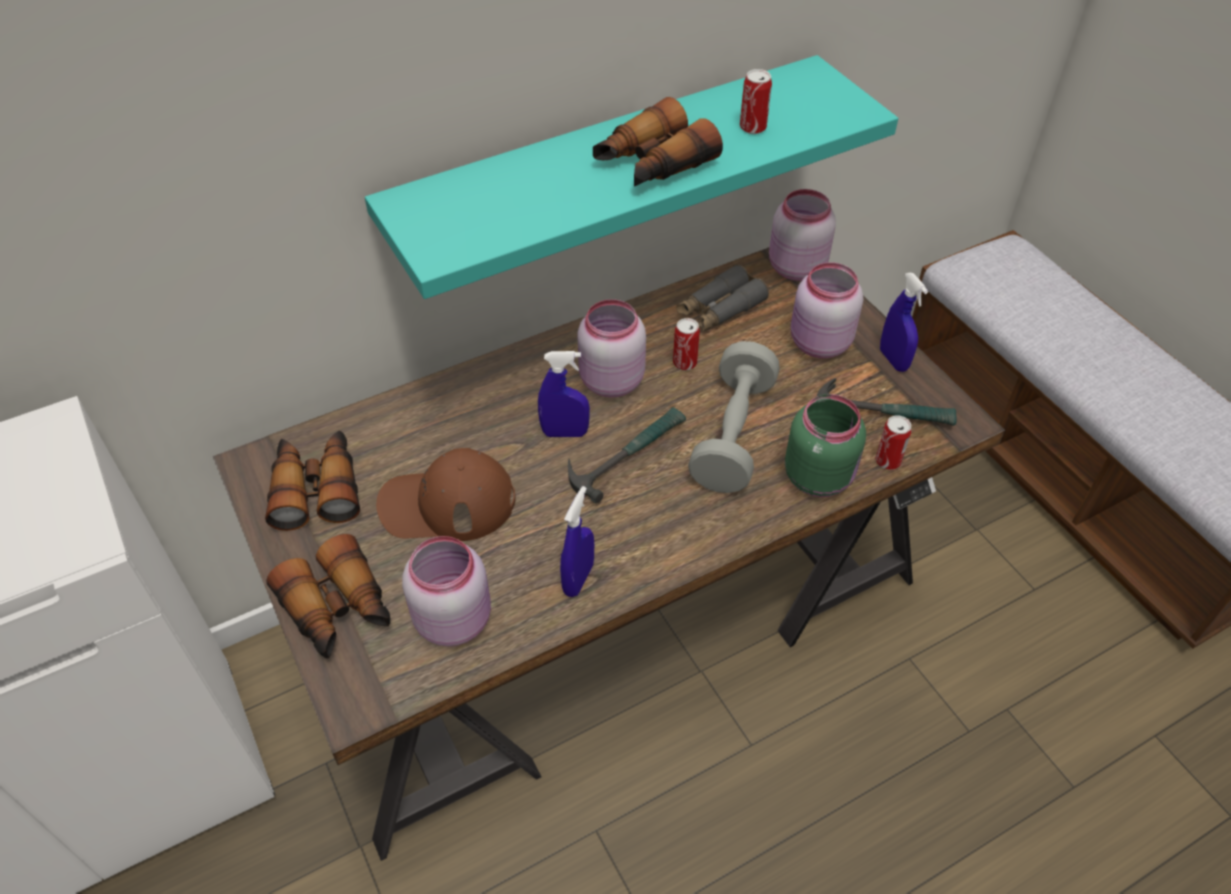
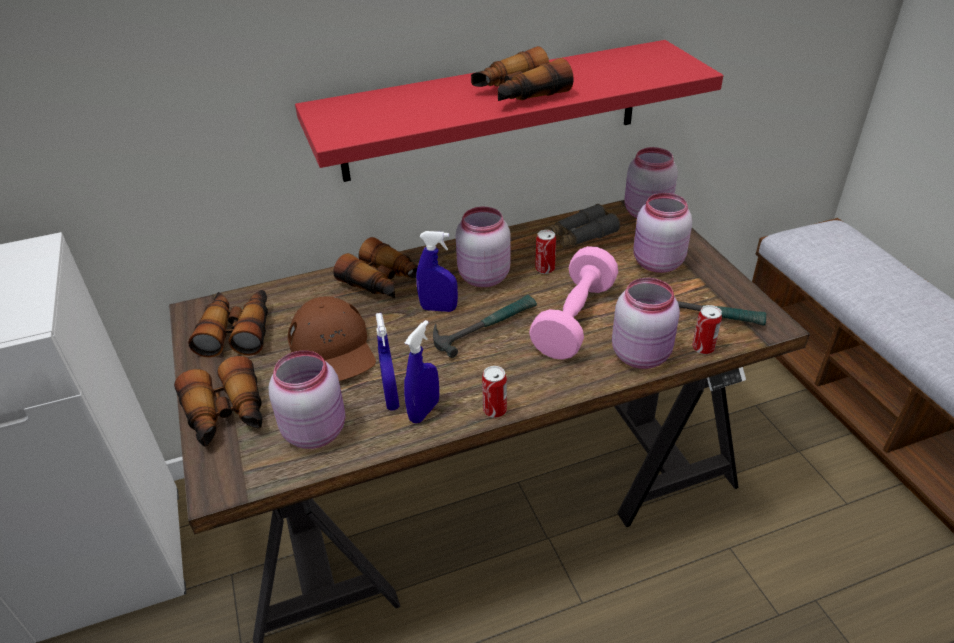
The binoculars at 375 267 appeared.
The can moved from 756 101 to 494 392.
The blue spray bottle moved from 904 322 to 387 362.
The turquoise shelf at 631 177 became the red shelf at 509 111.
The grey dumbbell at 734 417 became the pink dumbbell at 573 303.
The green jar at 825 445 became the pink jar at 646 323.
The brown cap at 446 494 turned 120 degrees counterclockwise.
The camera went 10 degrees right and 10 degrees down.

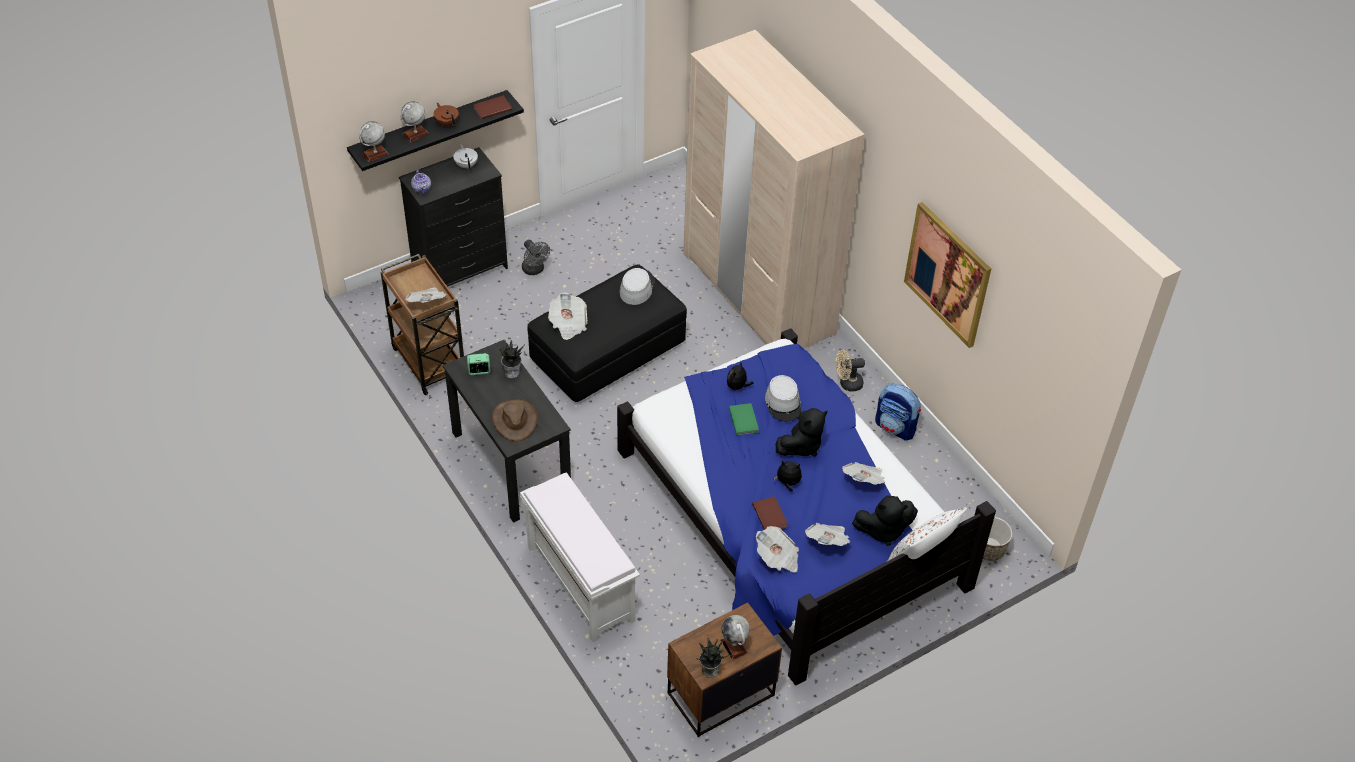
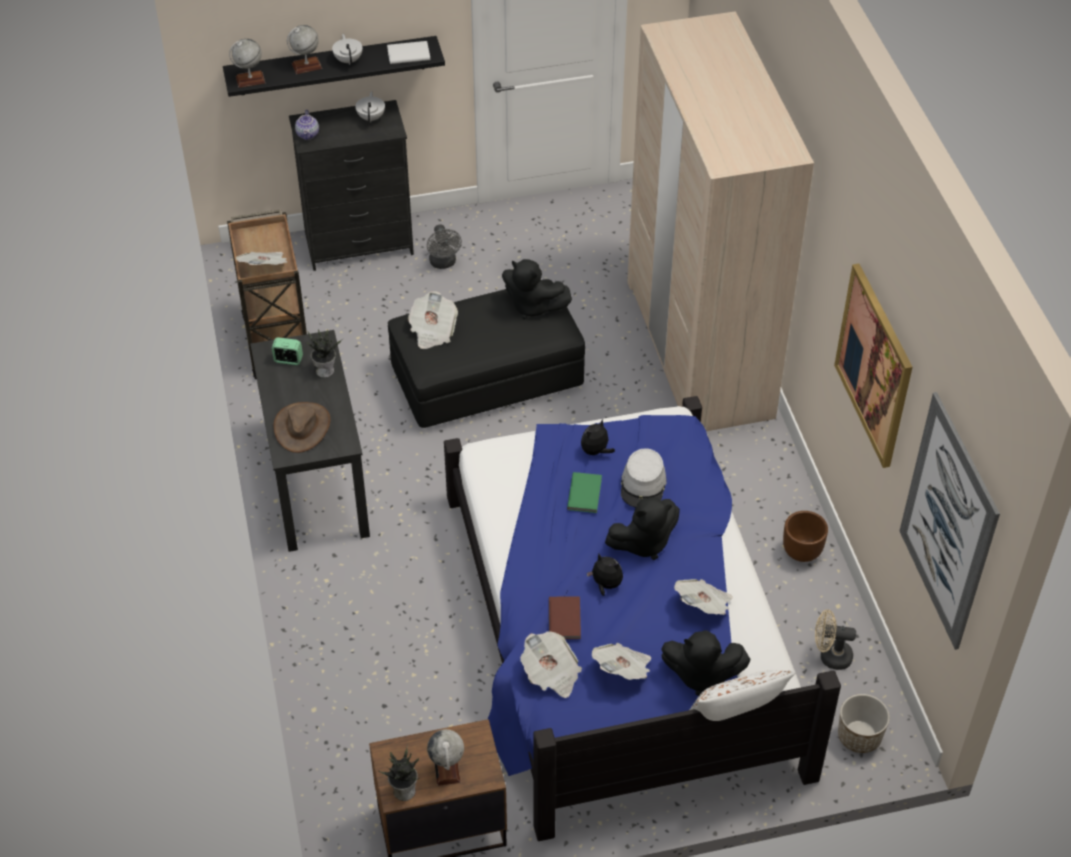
The white bench at 580 557 disappeared.
The picture at 950 521 appeared.
The beige fan moved from 850 370 to 835 639.
The grey hat at 637 286 was replaced by the black plush toy at 537 289.
The backpack at 898 412 was replaced by the brown planter at 805 536.
The brown teapot at 446 114 became the white teapot at 347 49.
The brown book at 492 107 became the white book at 408 52.
The camera went 20 degrees right and 0 degrees up.

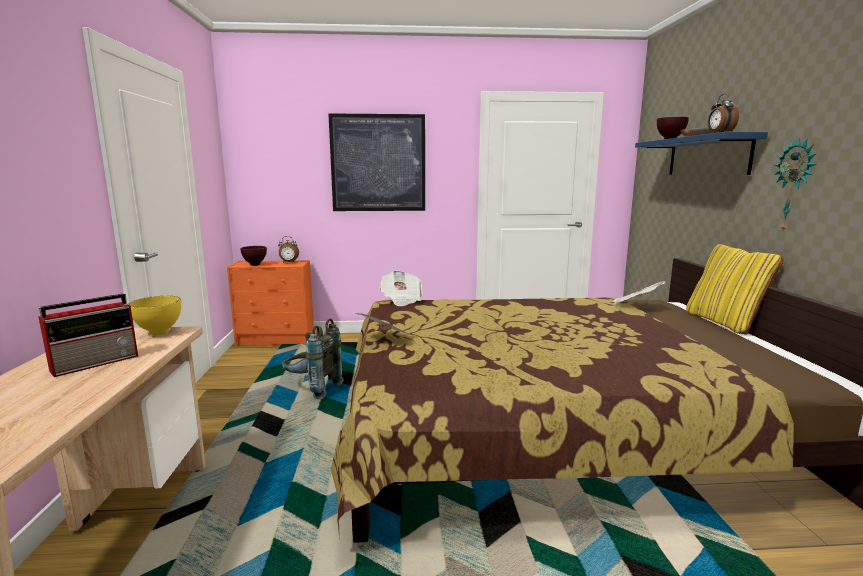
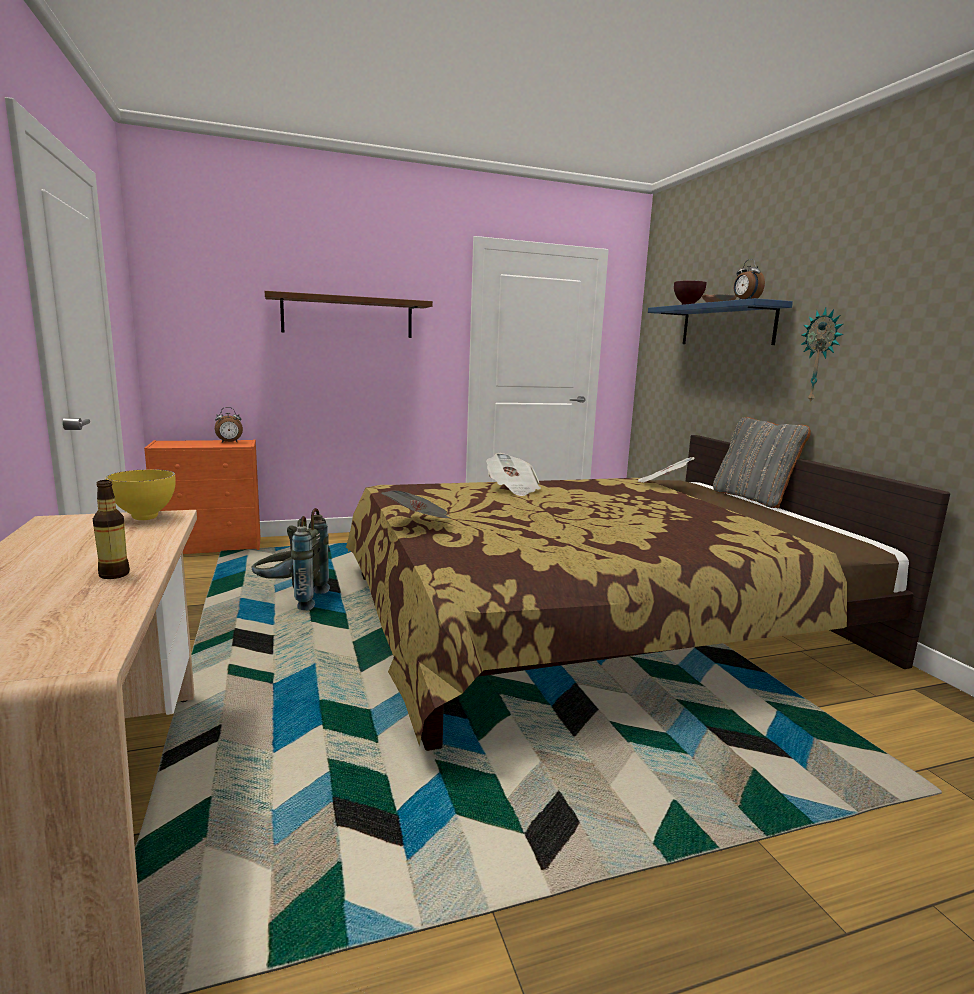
The radio at 88 335 disappeared.
The brown bowl at 254 256 disappeared.
The bottle at 111 529 appeared.
The newspaper moved from 401 288 to 513 474.
The picture at 376 162 was replaced by the brown shelf at 349 314.
The yellow pillow at 734 289 became the grey pillow at 762 463.
The camera went 15 degrees left and 0 degrees up.

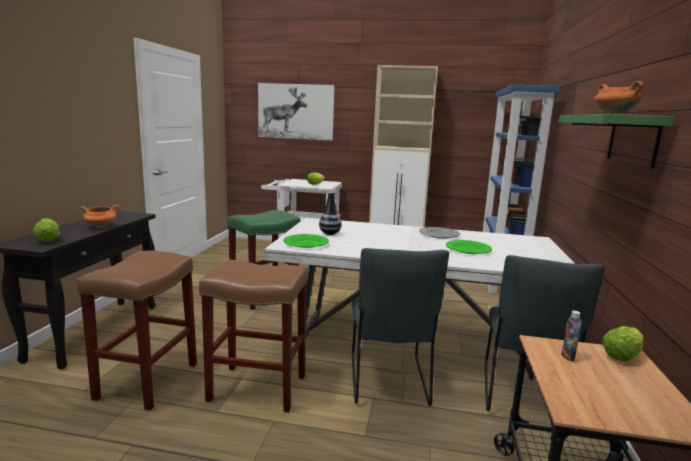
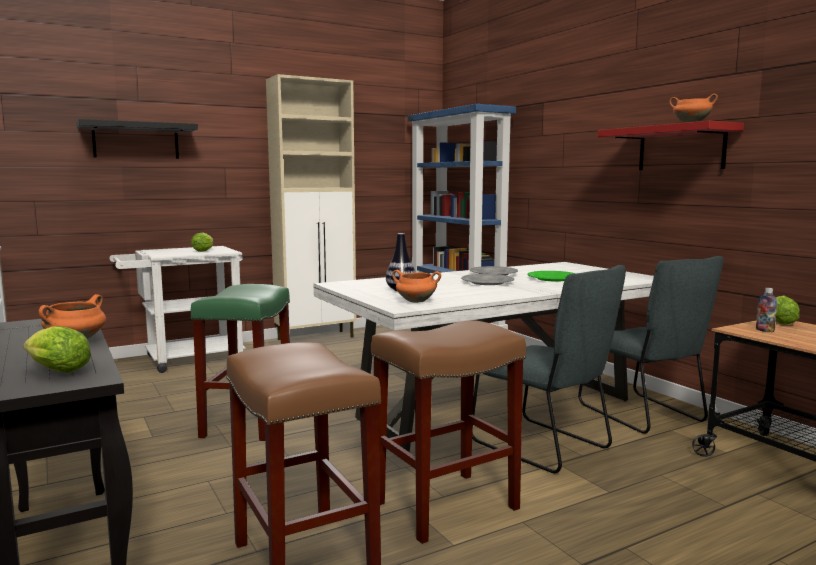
The grey plate at 487 279 appeared.
The picture at 296 111 was replaced by the black shelf at 137 139.
The green plate at 306 241 was replaced by the orange cooking pot at 416 286.
The green shelf at 616 141 became the red shelf at 671 145.
The camera went 40 degrees left and 5 degrees down.

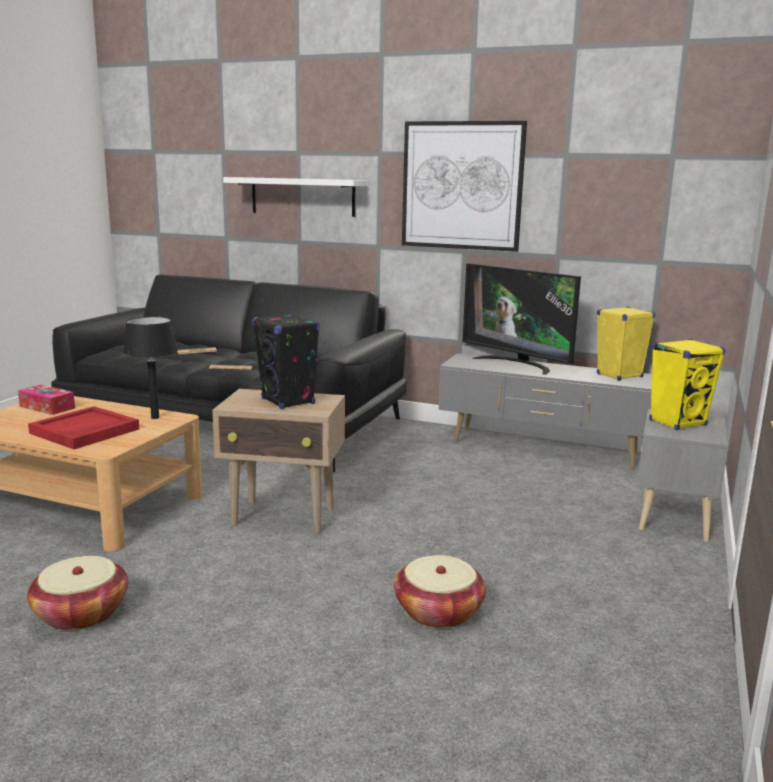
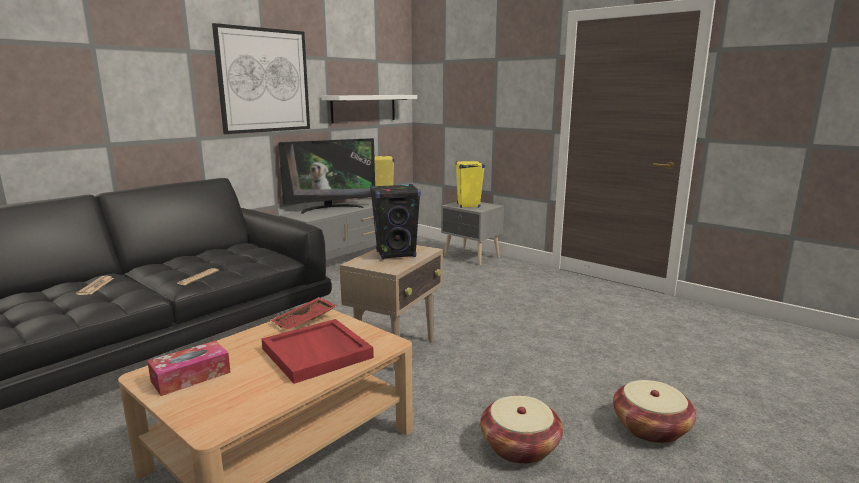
The white shelf moved from 295 197 to 369 109.
The basket moved from 440 591 to 654 412.
The black table lamp at 150 368 was replaced by the red tray at 304 313.
The camera went 70 degrees left and 0 degrees up.

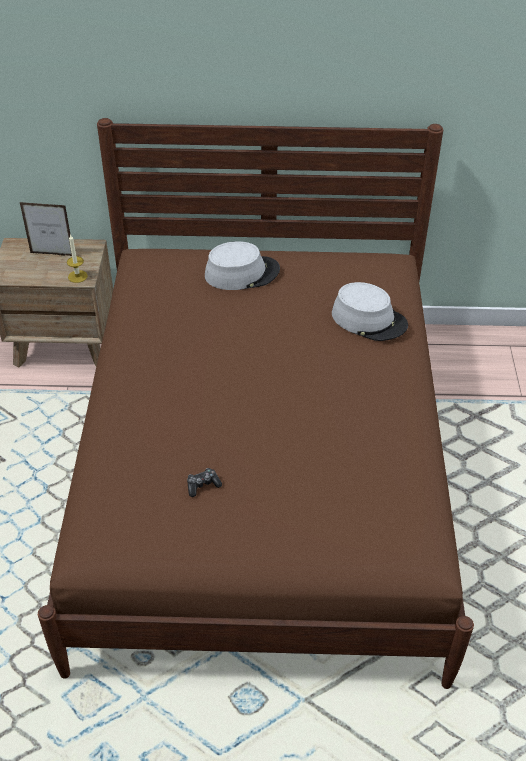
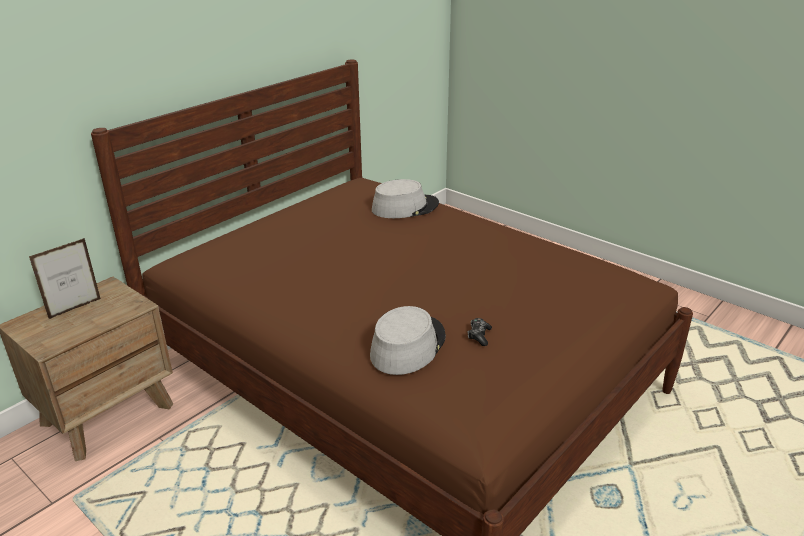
The candle at 77 258 disappeared.
The grey hat moved from 242 265 to 408 340.
The camera went 50 degrees left and 15 degrees down.

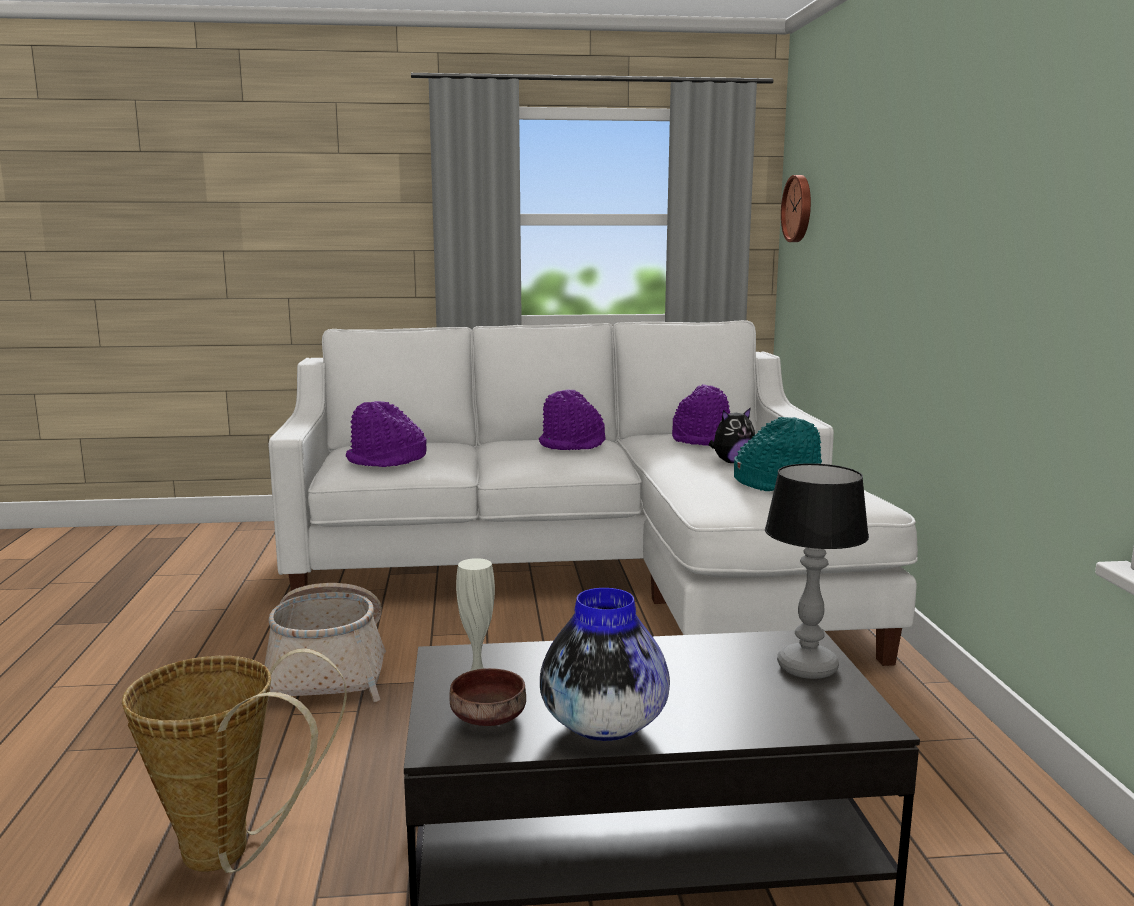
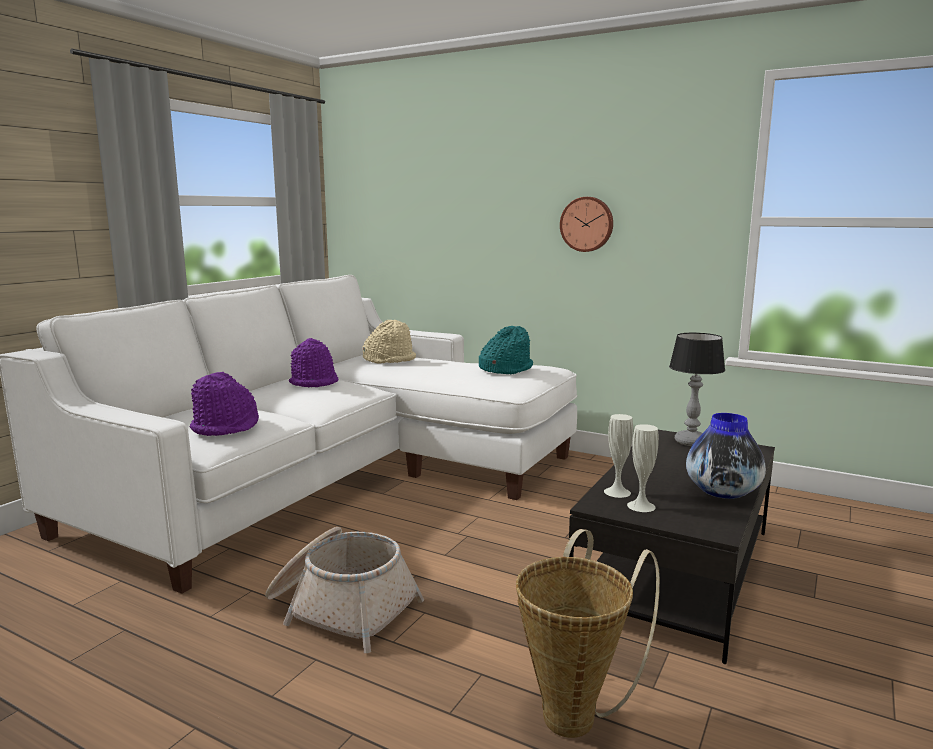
The brown bowl at 487 697 disappeared.
The plush toy at 732 435 disappeared.
The white vase at 618 456 appeared.
The wall clock moved from 796 208 to 586 224.
The purple hat at 701 415 became the beige hat at 389 342.
The camera went 55 degrees left and 0 degrees up.

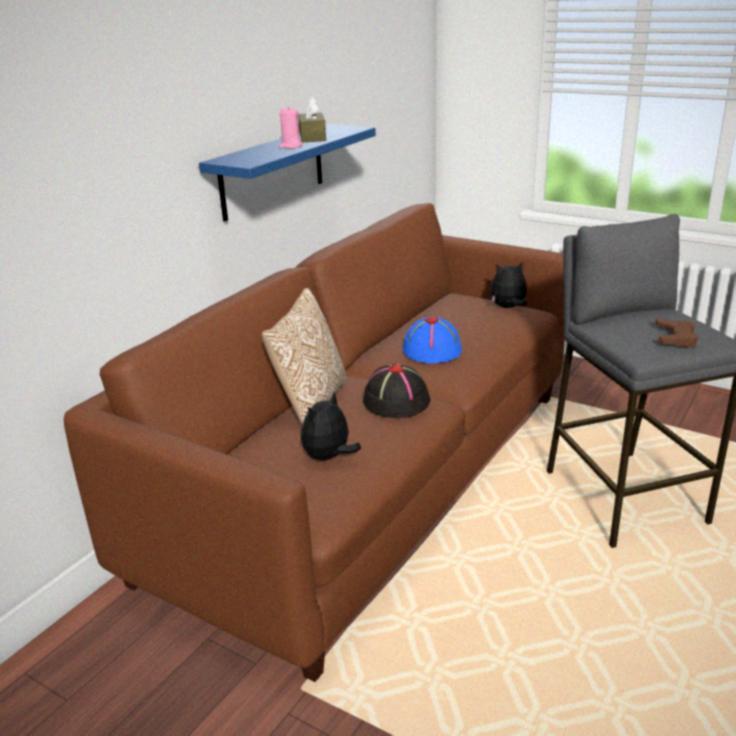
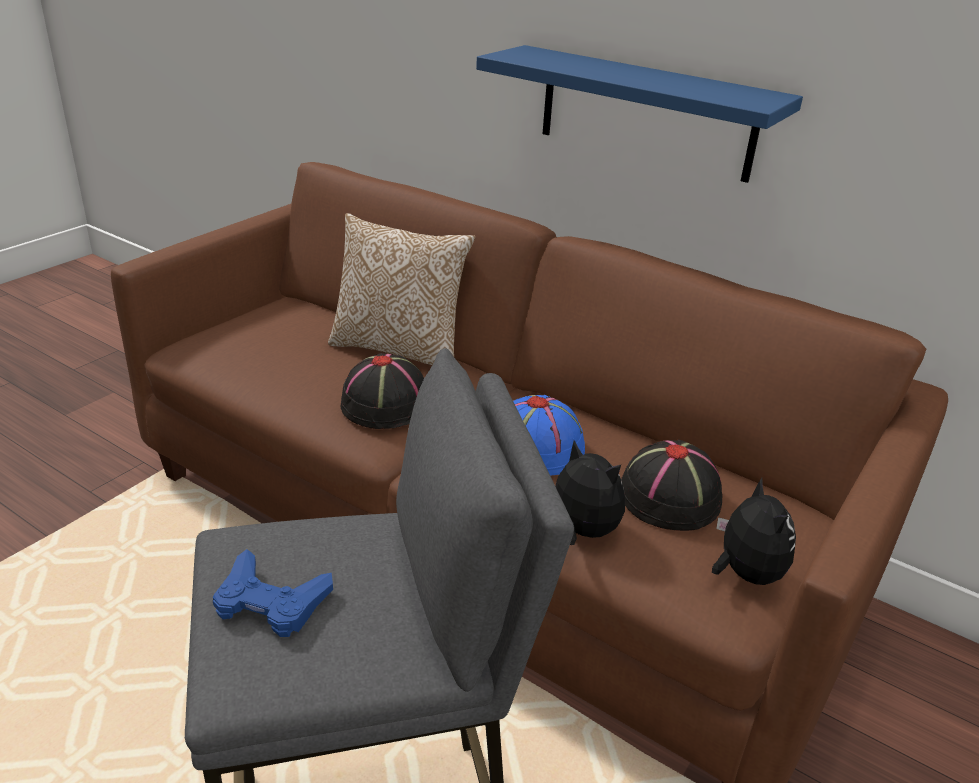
The pink candle at 291 128 disappeared.
The brown tissue box at 312 119 disappeared.
The black hat at 672 485 appeared.
The plush toy moved from 331 427 to 590 492.
The brown game controller at 677 332 became the blue game controller at 273 593.
The camera went 90 degrees right and 5 degrees up.

